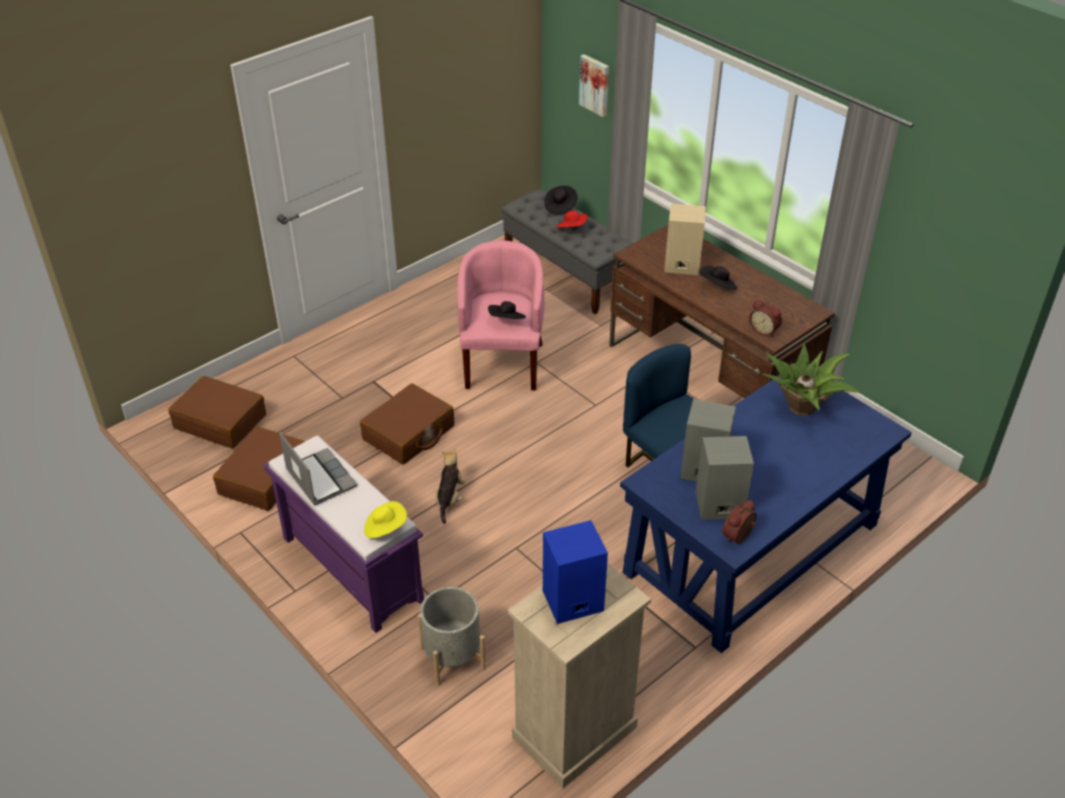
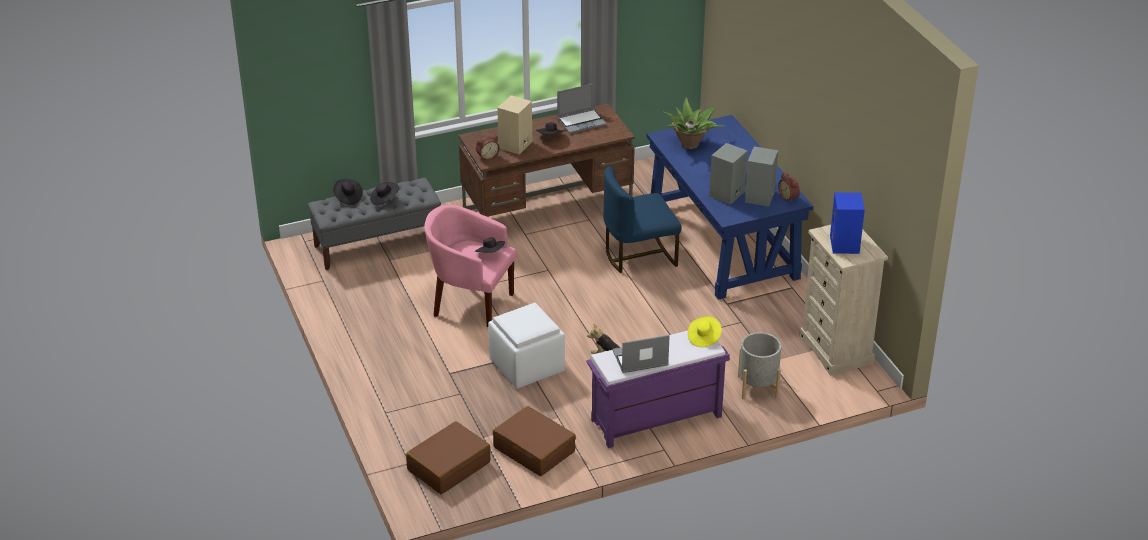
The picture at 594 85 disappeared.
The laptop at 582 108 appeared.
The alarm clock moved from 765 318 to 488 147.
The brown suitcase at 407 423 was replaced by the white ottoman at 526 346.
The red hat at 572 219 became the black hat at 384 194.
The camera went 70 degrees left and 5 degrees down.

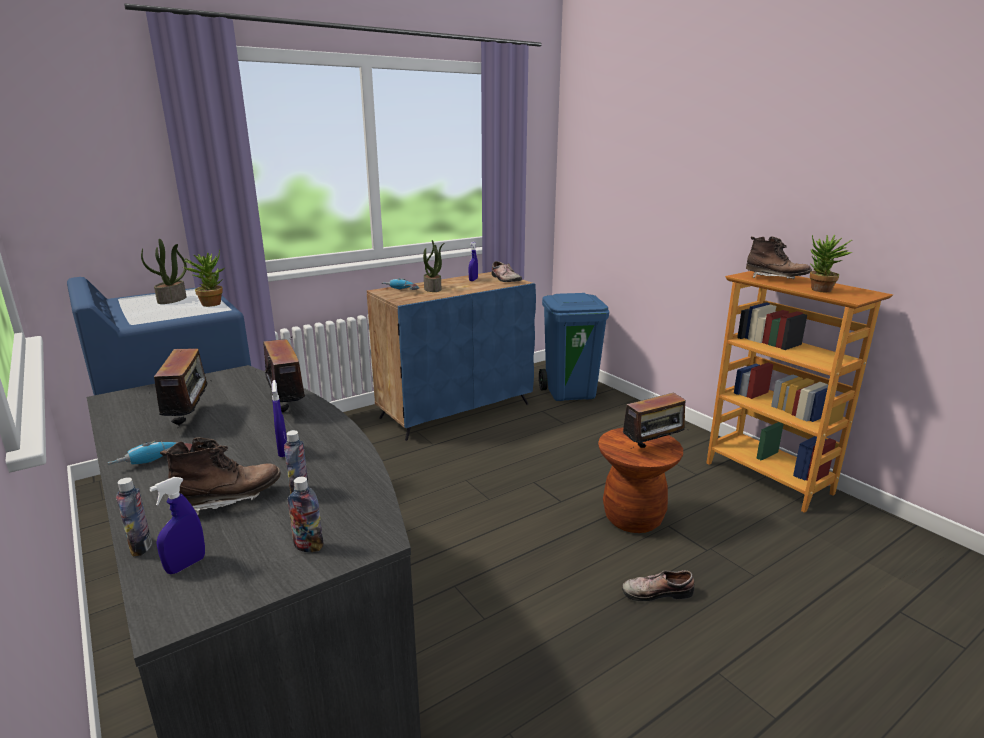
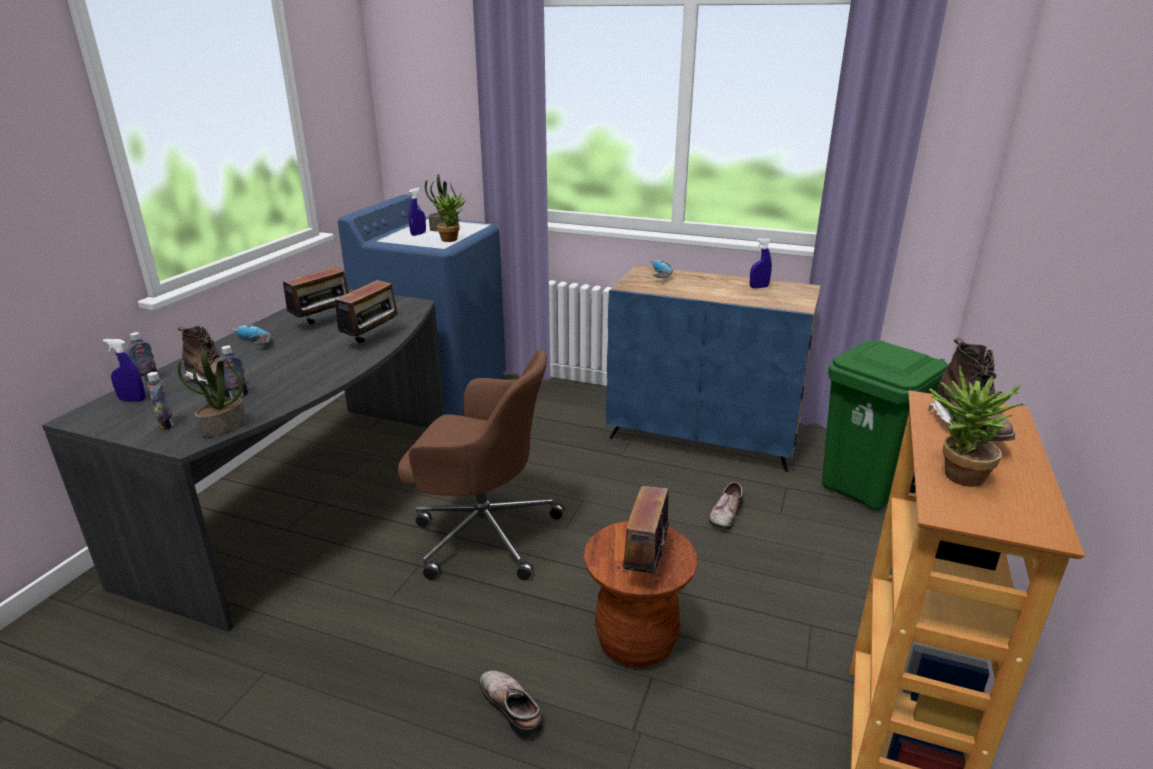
The brown office chair at 481 465 appeared.
The blue spray bottle moved from 279 418 to 417 212.
The potted plant moved from 433 266 to 212 393.
The shoe moved from 506 271 to 726 506.
The blue trash can at 574 347 became the green trash can at 885 425.
The radio at 655 420 turned 75 degrees clockwise.
The camera went 55 degrees right and 5 degrees up.

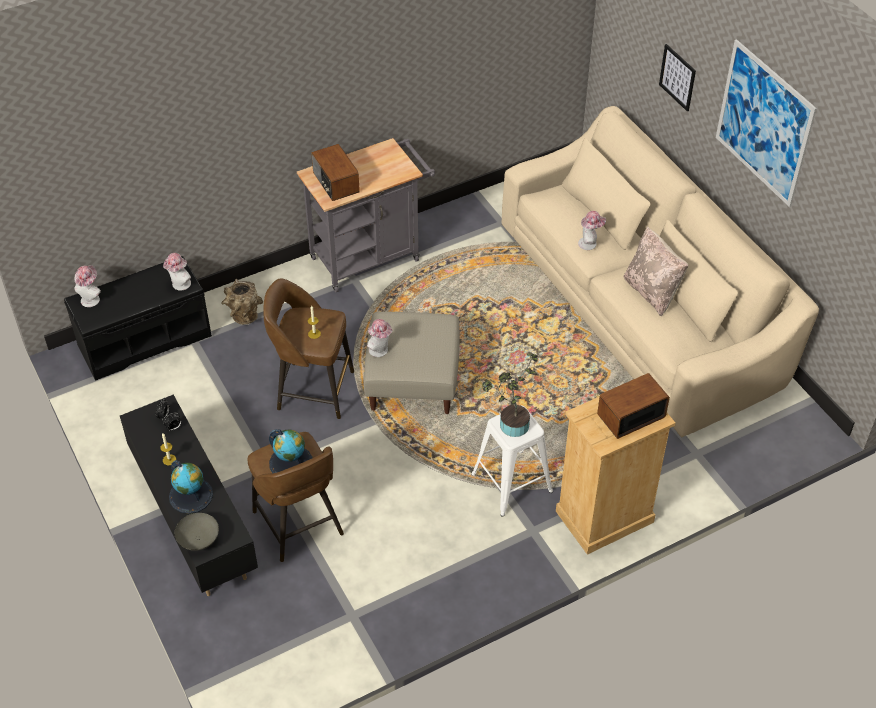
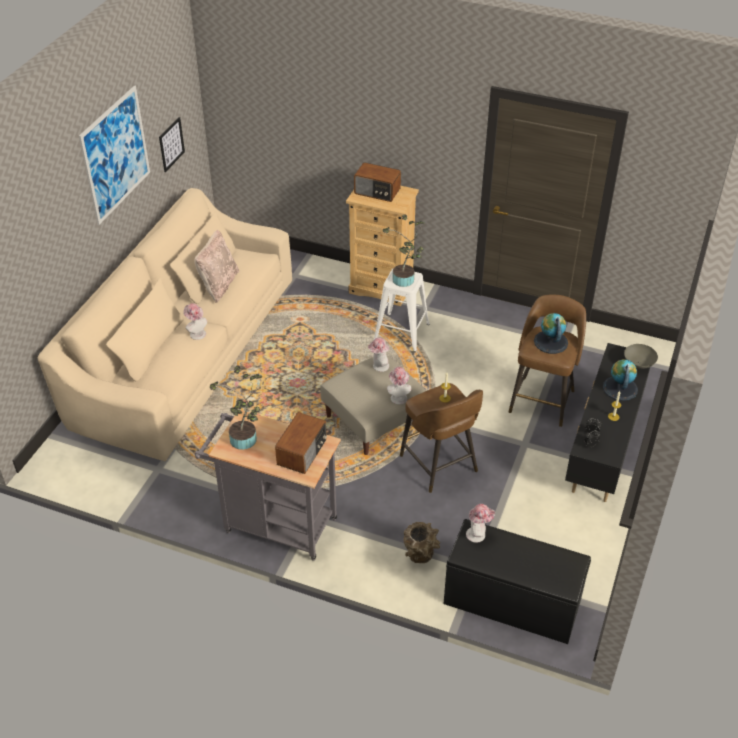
The potted plant at 236 407 appeared.
The hat moved from 87 286 to 378 355.
The picture moved from 677 77 to 172 144.
The camera went 130 degrees left and 5 degrees down.

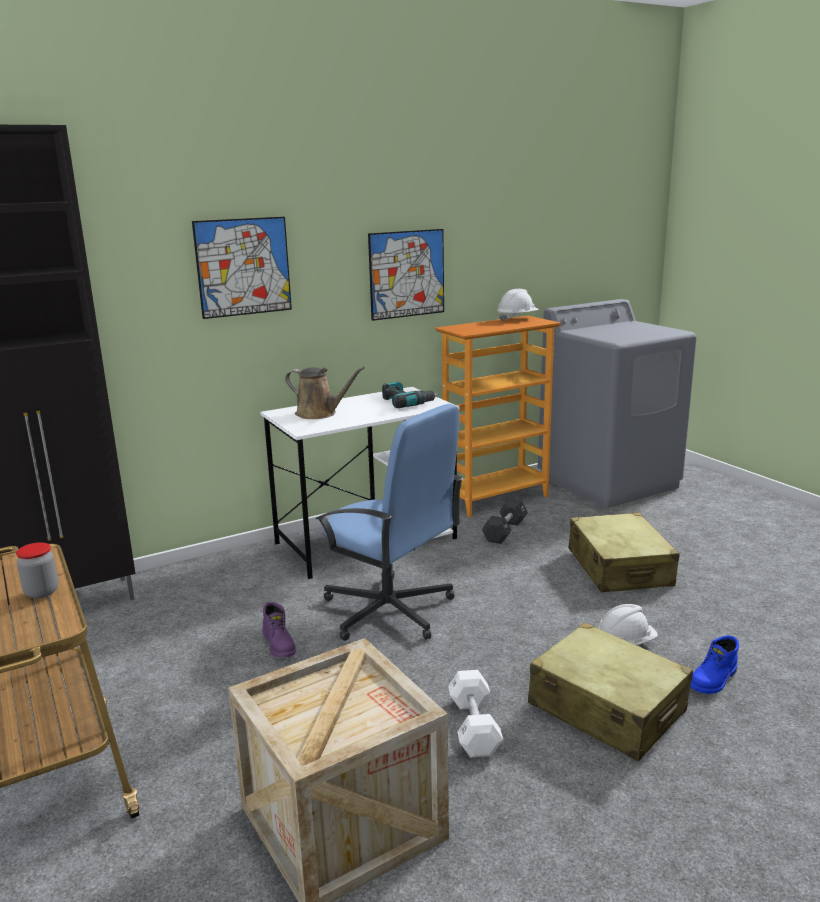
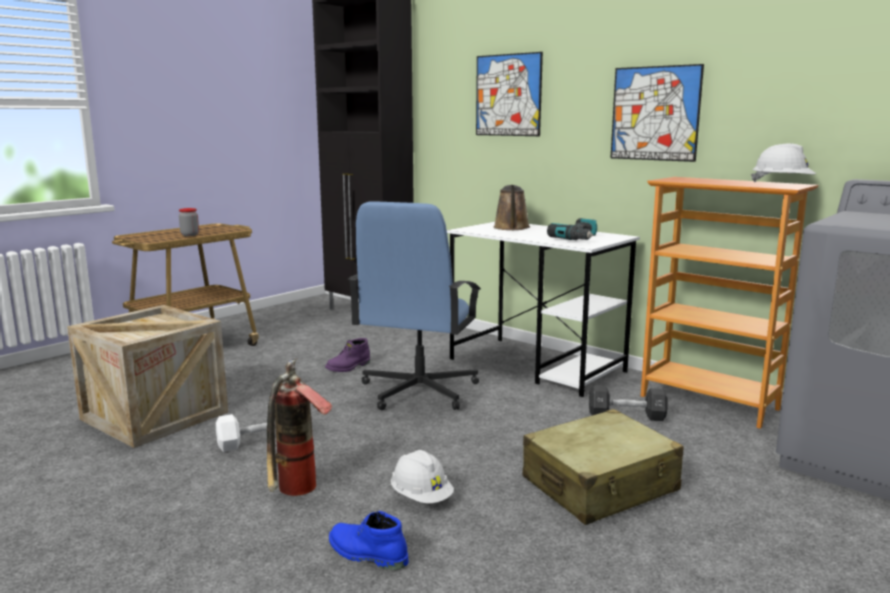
The beige suitcase at 610 692 was replaced by the fire extinguisher at 300 427.
The camera went 70 degrees right and 5 degrees down.

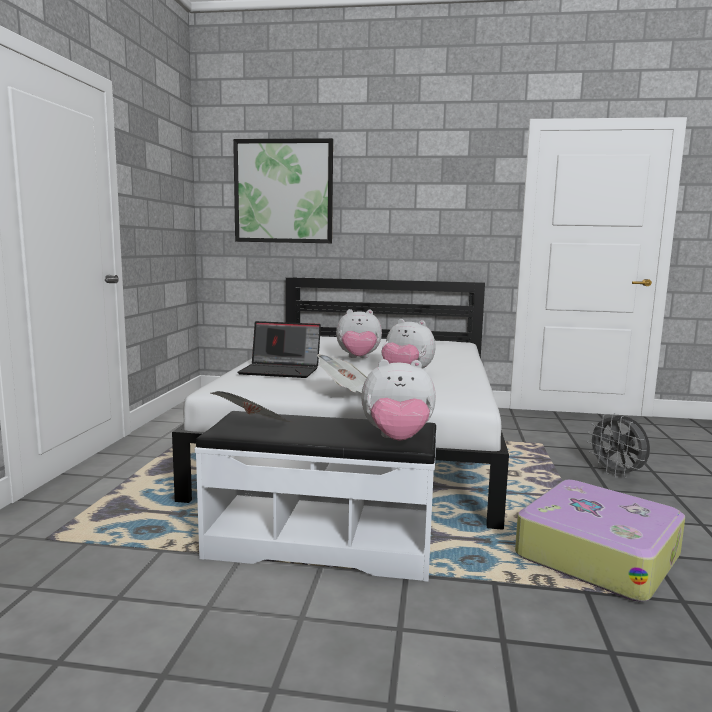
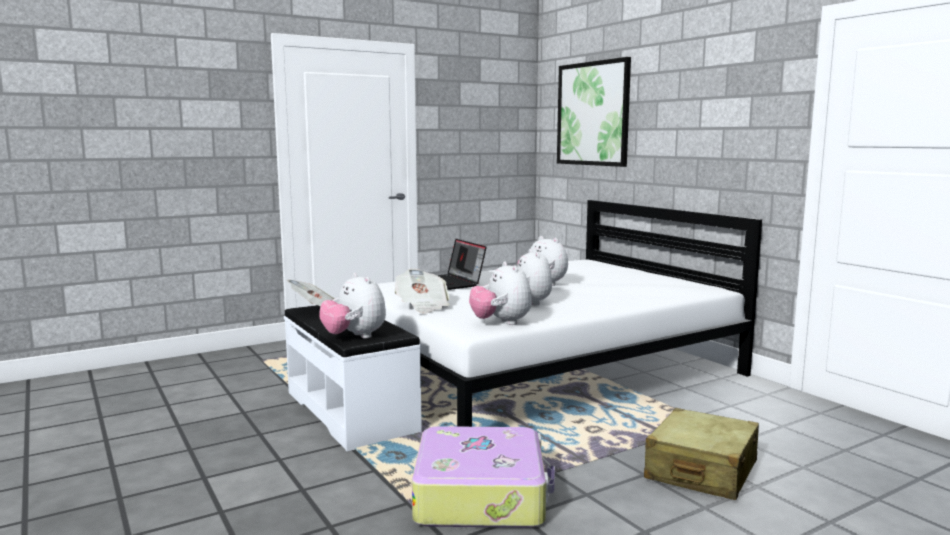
The plush toy at 500 293 appeared.
The grey fan at 618 445 was replaced by the beige suitcase at 701 454.
The camera went 50 degrees right and 0 degrees up.

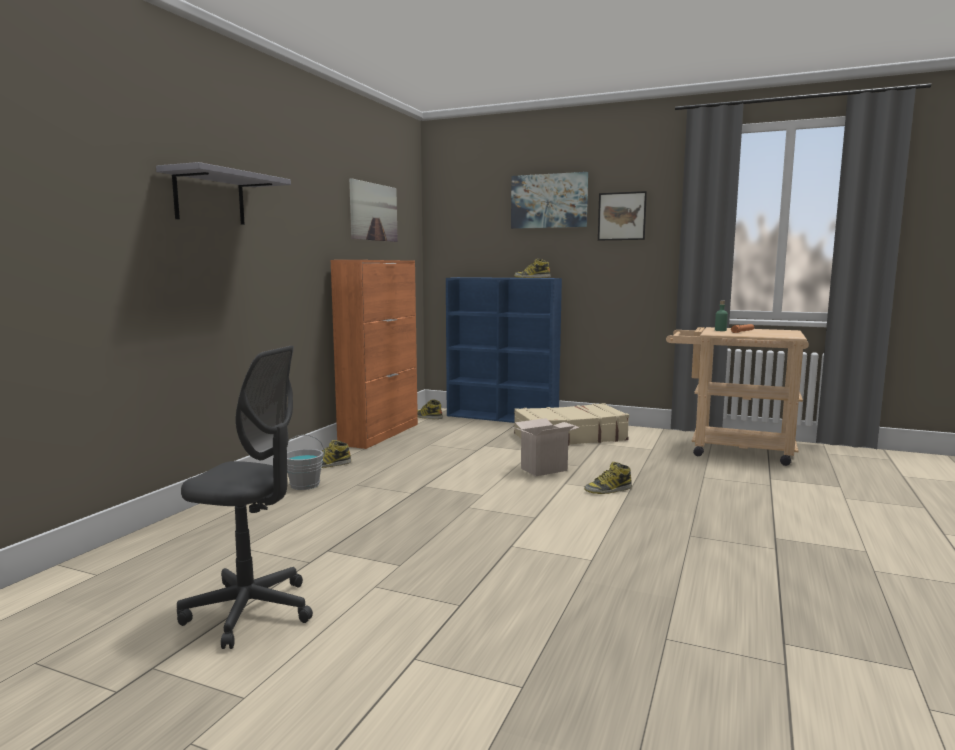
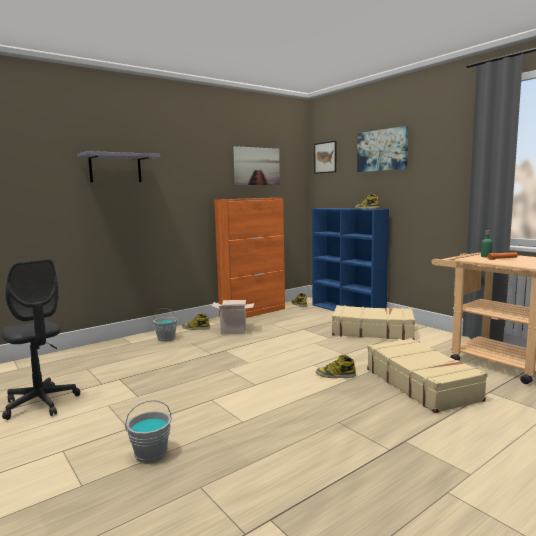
The grey bucket at 148 432 appeared.
The beige suitcase at 427 375 appeared.
The cardboard box moved from 545 447 to 233 317.
The picture moved from 622 215 to 325 157.
The camera went 30 degrees right and 0 degrees up.

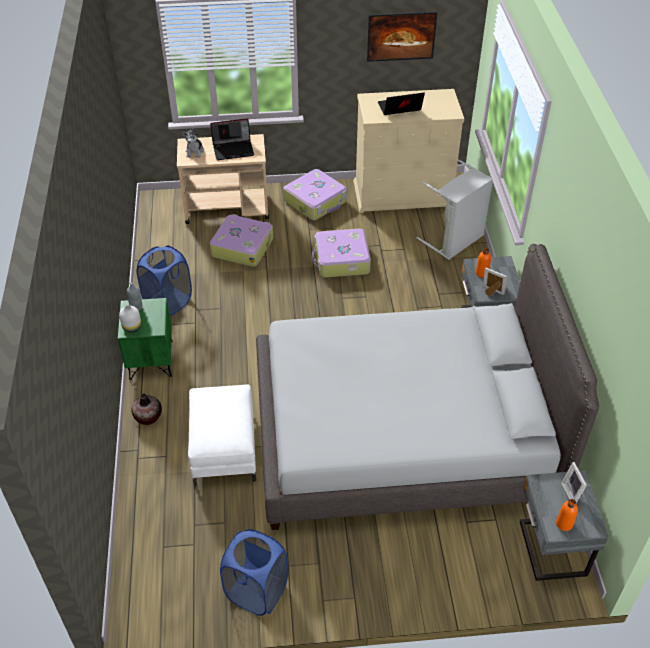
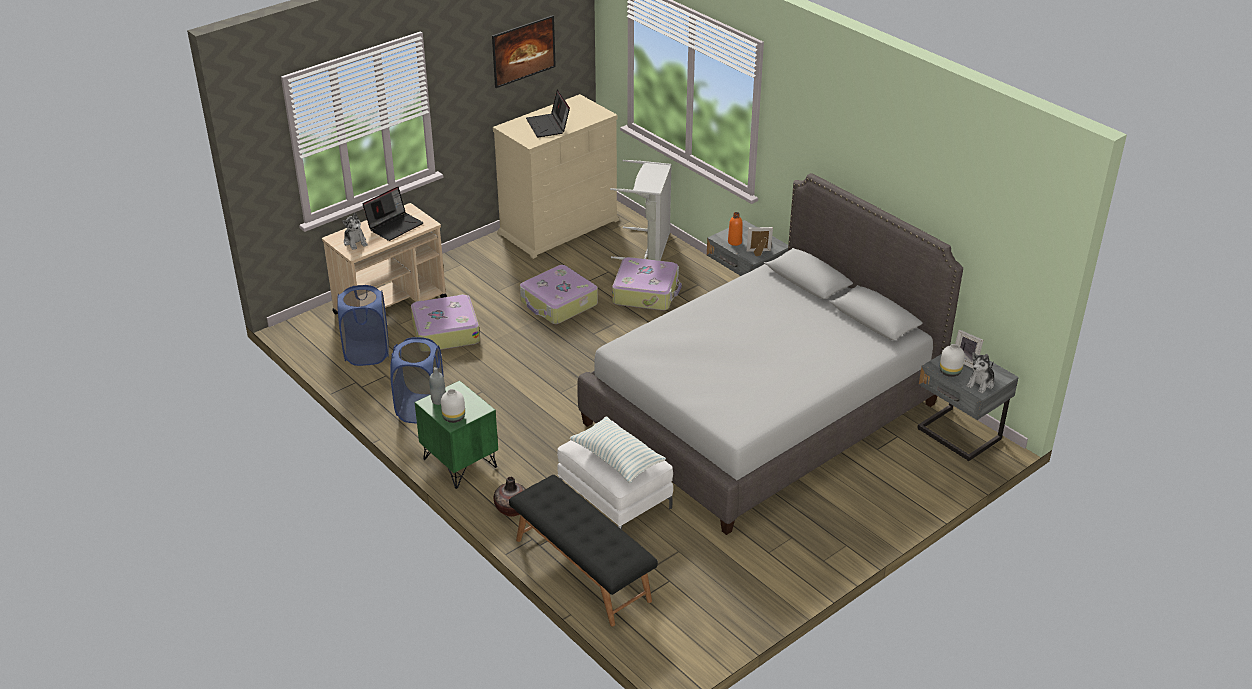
The black bench at 583 550 appeared.
The pillow at 618 449 appeared.
The white vase at 952 360 appeared.
The blue laundry basket moved from 254 572 to 363 325.
The suitcase moved from 315 194 to 647 283.
The orange bottle at 567 515 was replaced by the plush toy at 980 373.
The laptop at 401 103 turned 60 degrees counterclockwise.
The camera went 35 degrees left and 10 degrees down.

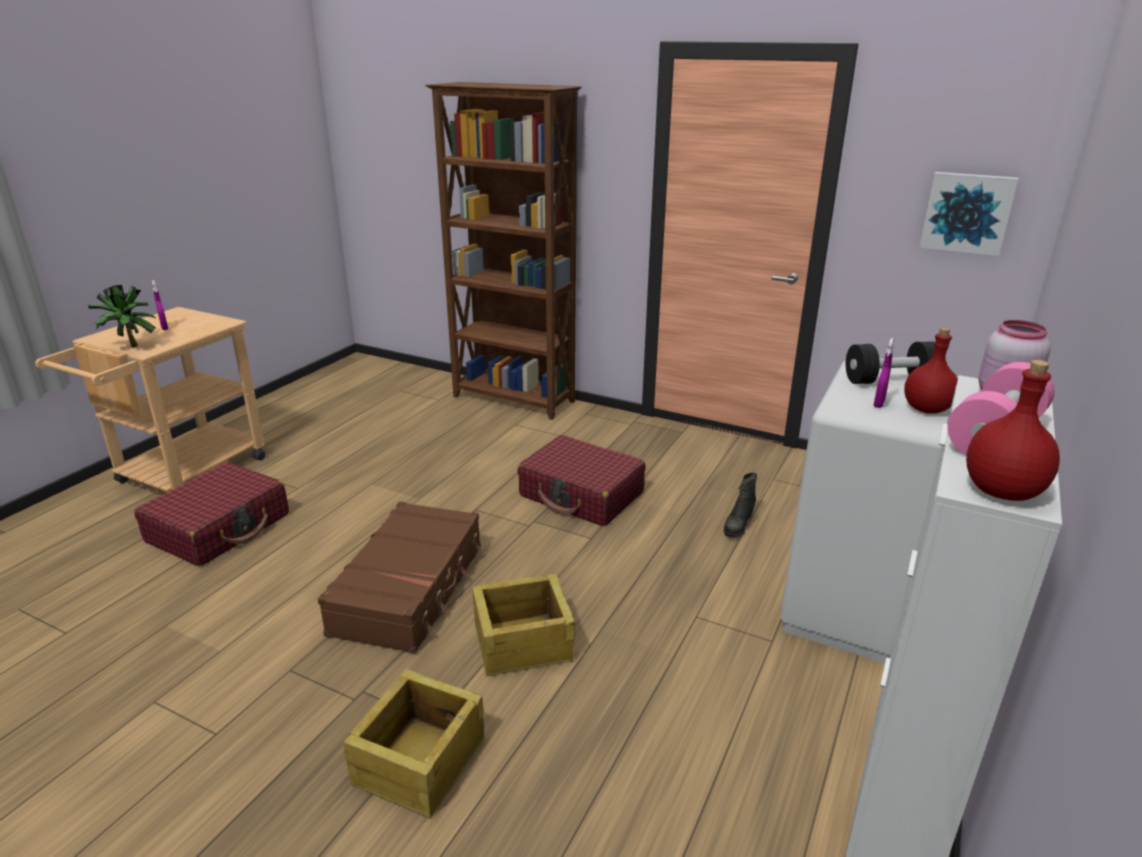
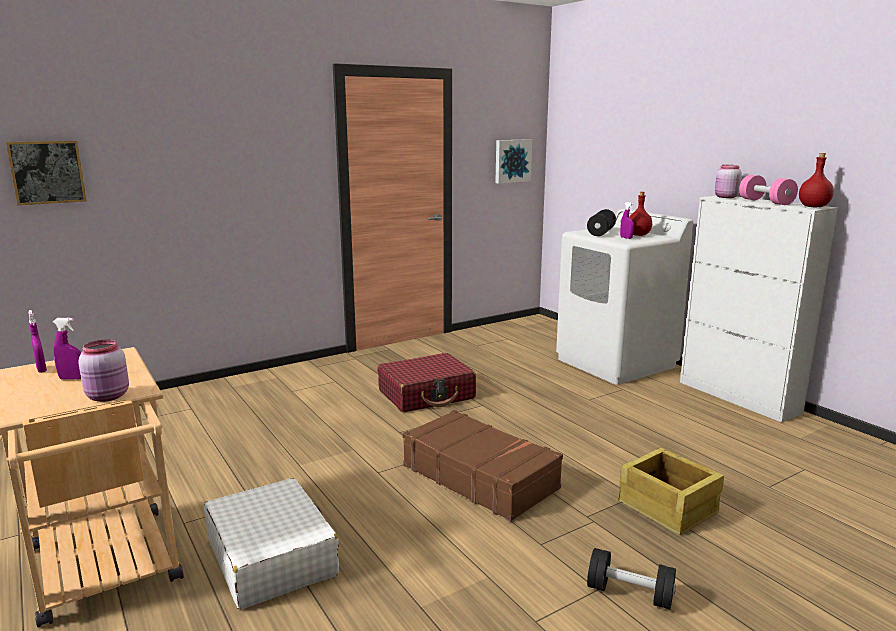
The brown bookcase at 503 251 disappeared.
The crate at 523 624 disappeared.
The black boot at 740 505 disappeared.
The picture at 46 173 appeared.
The purple spray bottle at 37 341 appeared.
The black dumbbell at 631 579 appeared.
The potted plant at 122 316 was replaced by the pink jar at 104 371.
The red suitcase at 211 514 became the white suitcase at 271 543.
The camera went 60 degrees left and 10 degrees down.

